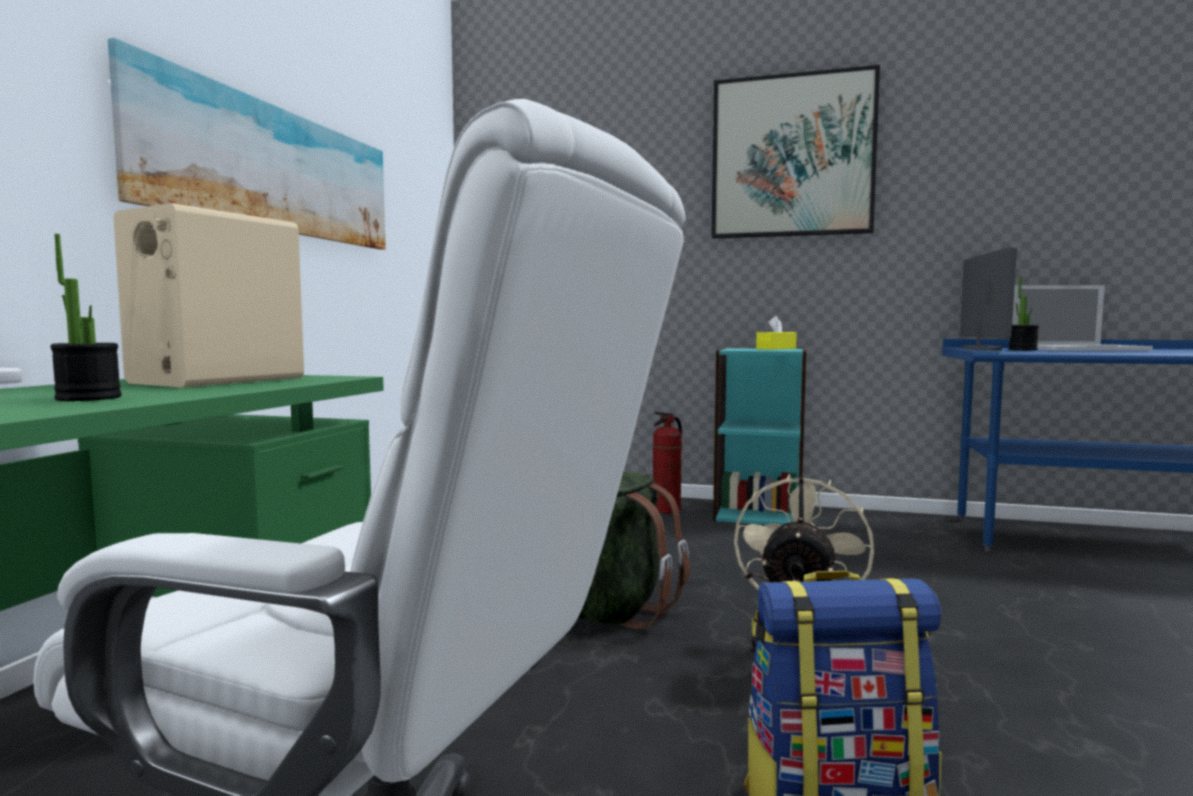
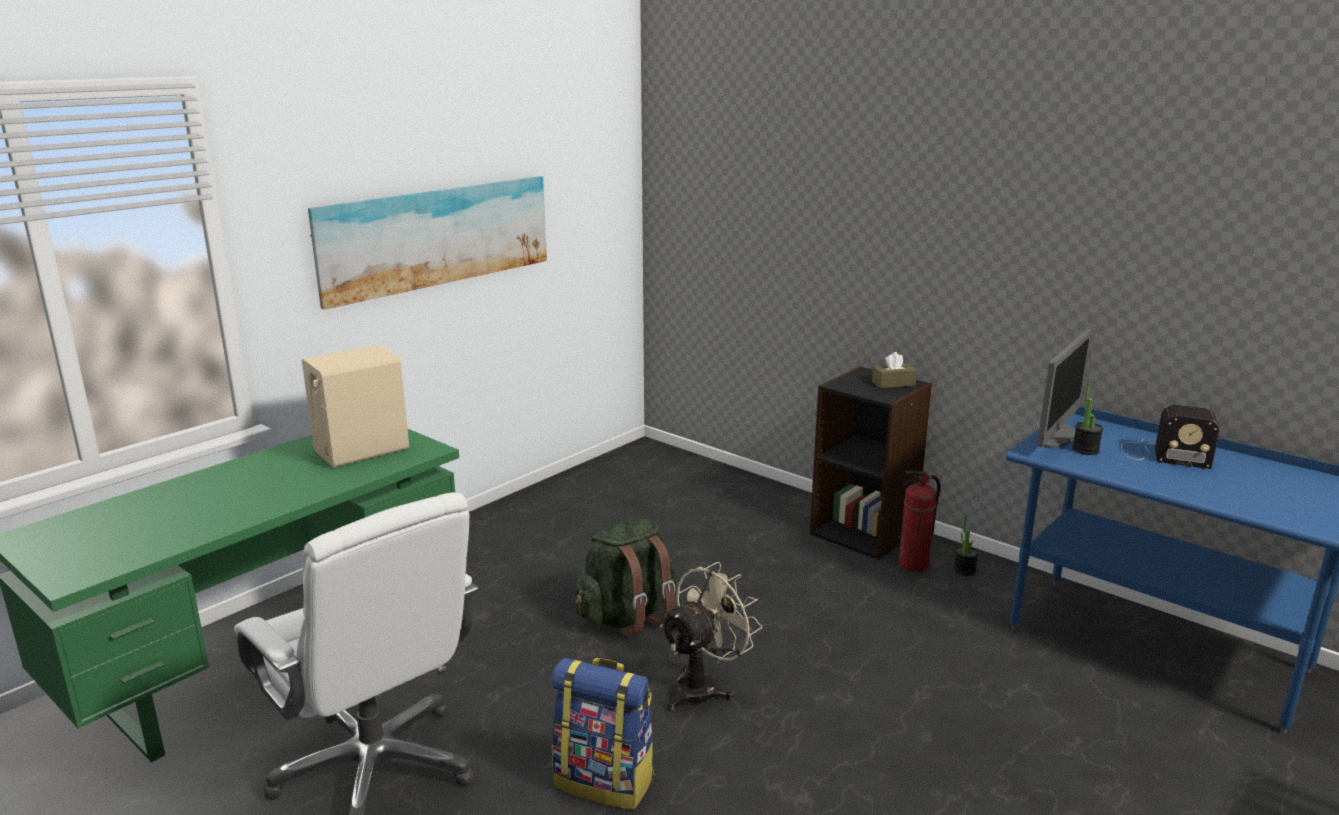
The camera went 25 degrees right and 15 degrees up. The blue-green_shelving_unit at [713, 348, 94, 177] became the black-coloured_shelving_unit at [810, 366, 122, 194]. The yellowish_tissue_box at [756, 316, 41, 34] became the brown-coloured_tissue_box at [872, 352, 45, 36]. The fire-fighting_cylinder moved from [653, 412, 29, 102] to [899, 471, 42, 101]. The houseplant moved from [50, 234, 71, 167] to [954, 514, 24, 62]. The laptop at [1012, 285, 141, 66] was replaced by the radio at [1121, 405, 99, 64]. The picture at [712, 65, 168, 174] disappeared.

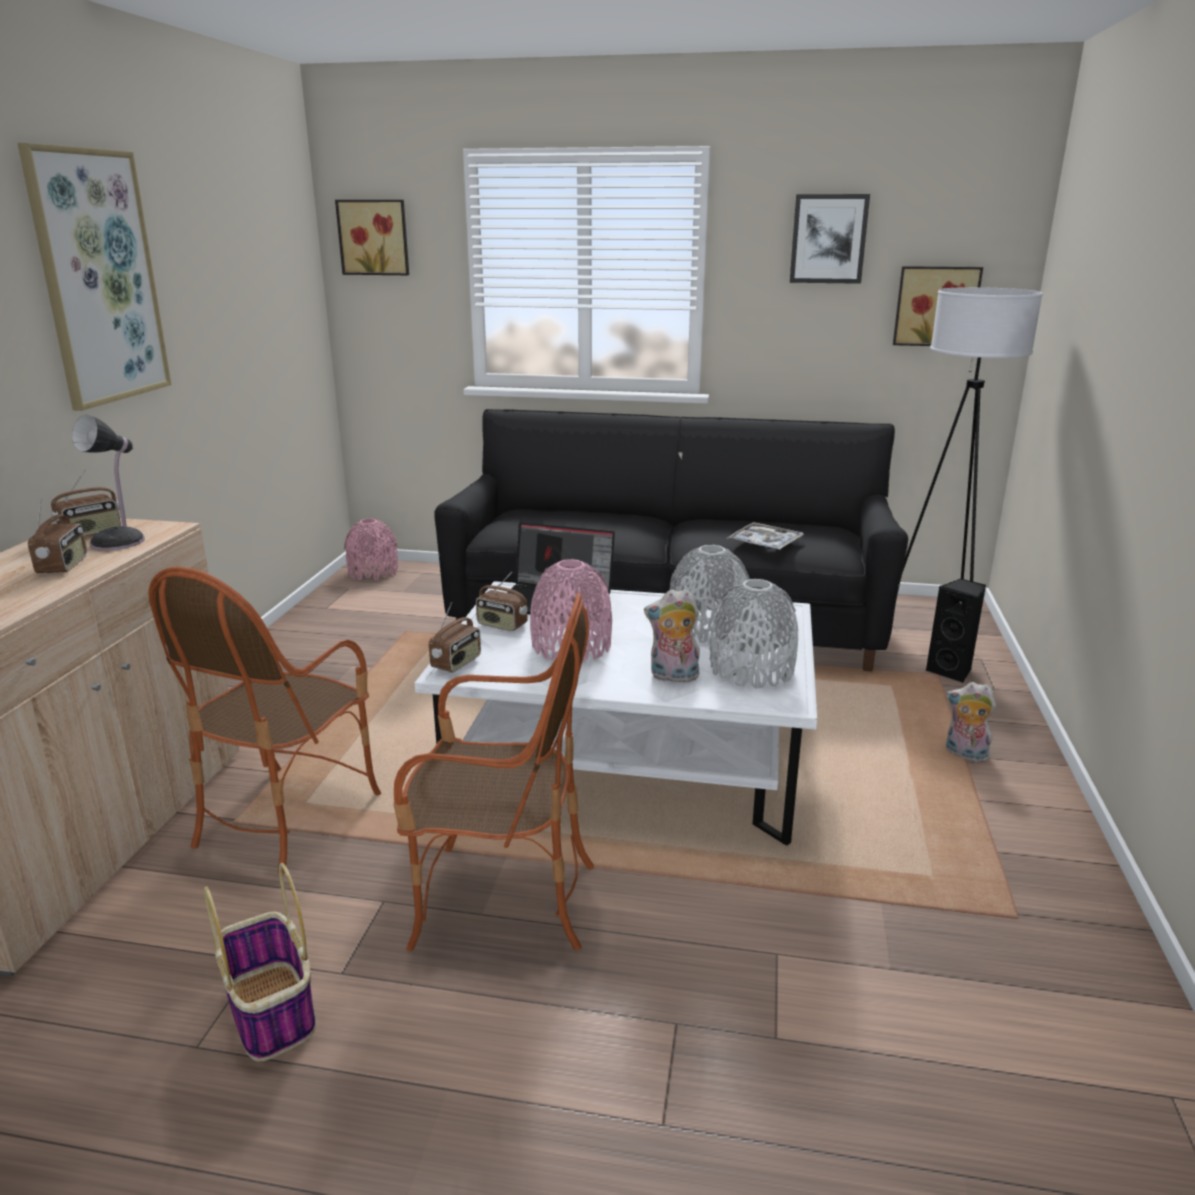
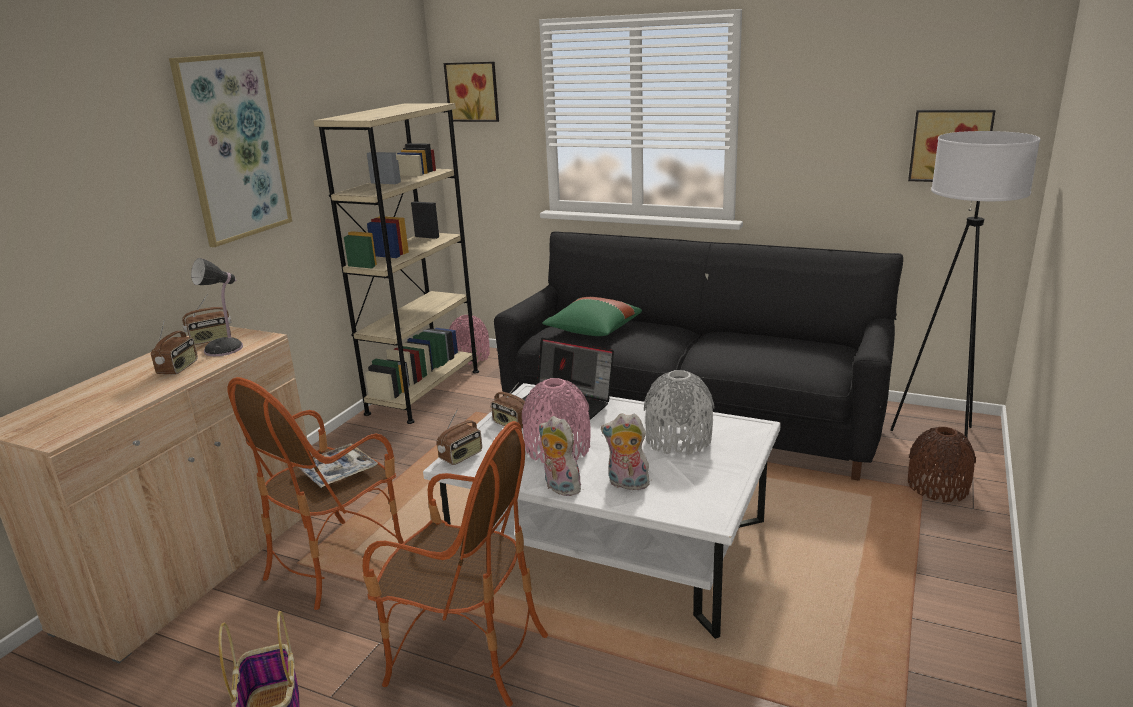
The camera went 15 degrees right and 0 degrees up. The tray moved from [728, 522, 76, 28] to [298, 443, 80, 45]. The beige_shelving_unit at [313, 103, 166, 321] appeared. The cuddly_toy moved from [946, 682, 50, 80] to [539, 416, 42, 80]. The green_cushion at [542, 297, 100, 39] appeared. The black-coloured_speaker at [925, 579, 61, 104] was replaced by the brown-coloured_flower_vase at [908, 427, 68, 75]. The grey_flower_vase at [709, 579, 89, 110] disappeared. The picture at [790, 194, 80, 90] disappeared.

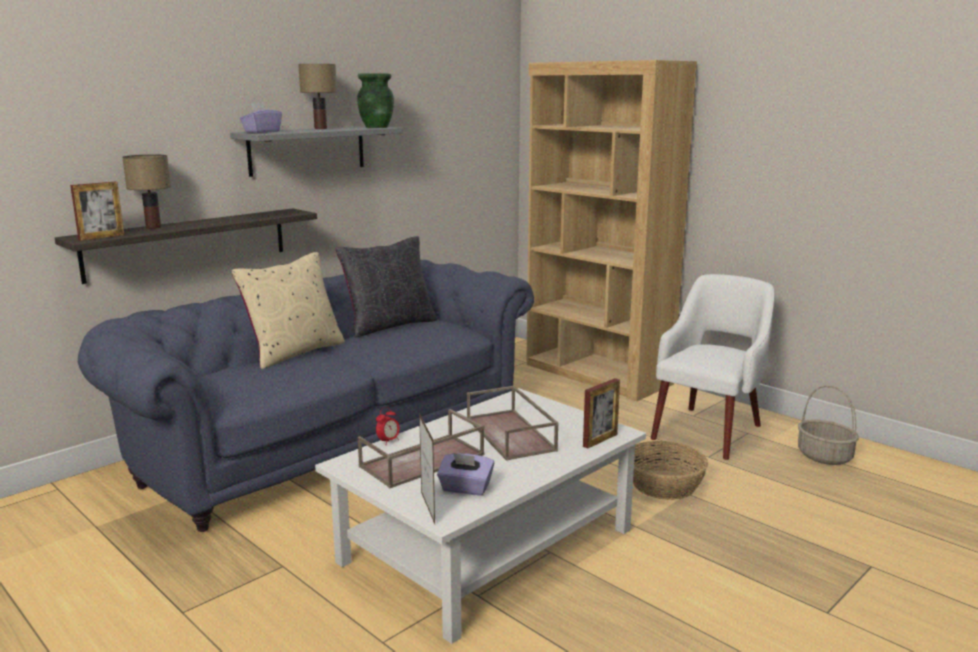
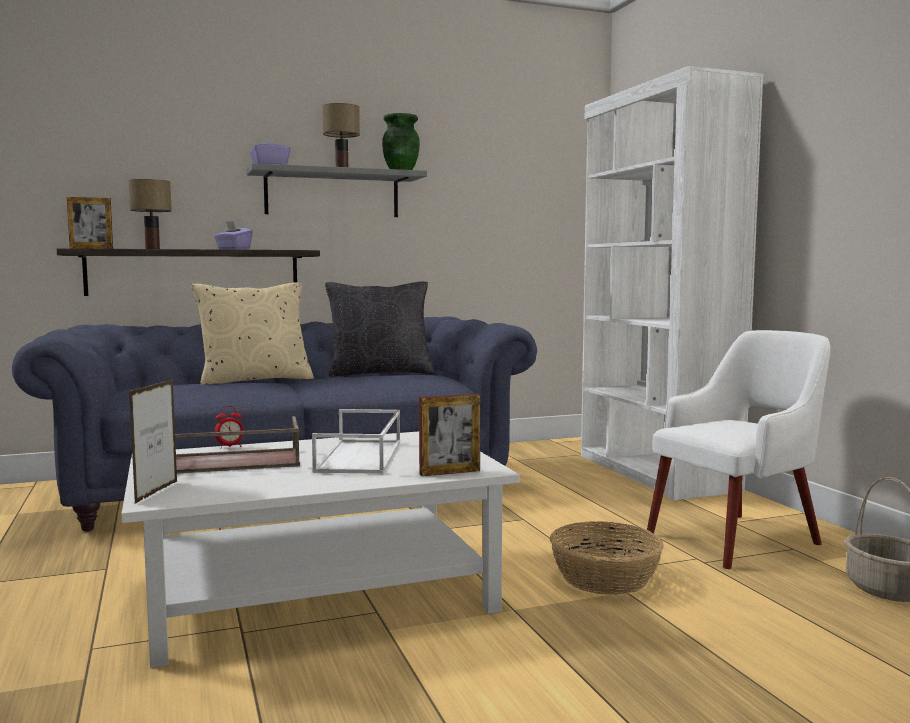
The camera went 25 degrees right and 10 degrees down. The purple_tissue_box moved from [437, 453, 57, 43] to [214, 221, 39, 29]. The brown-coloured_tray at [467, 386, 92, 75] became the white-coloured_tray at [312, 409, 88, 65]. The brown-coloured_shelving_unit at [526, 60, 171, 341] became the white-coloured_shelving_unit at [581, 66, 182, 434].

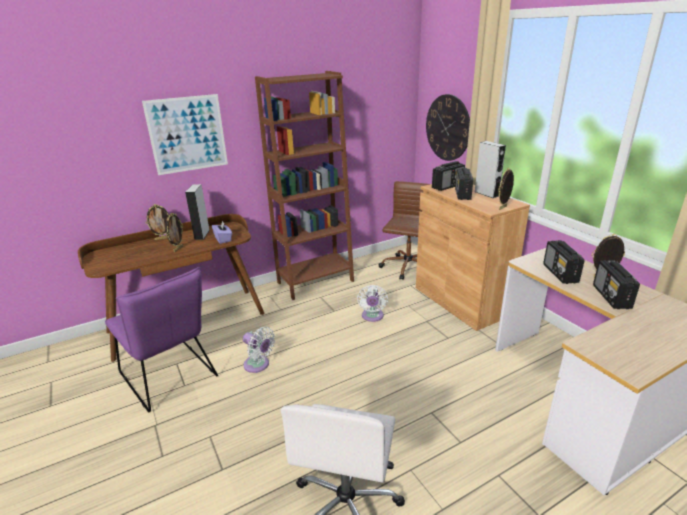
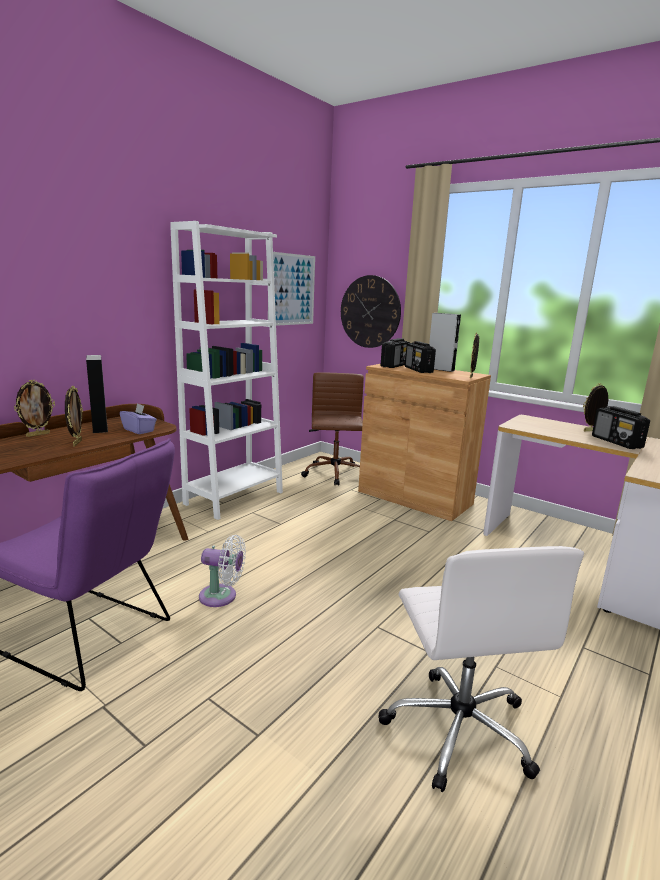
The camera went 25 degrees left and 10 degrees down. The brown-coloured_shelving_unit at [255, 71, 99, 229] became the white-coloured_shelving_unit at [170, 221, 113, 299]. The picture moved from [142, 94, 86, 81] to [268, 252, 47, 74]. The white-coloured_cooling_fan at [357, 285, 31, 37] disappeared. The radio at [543, 240, 42, 44] disappeared.

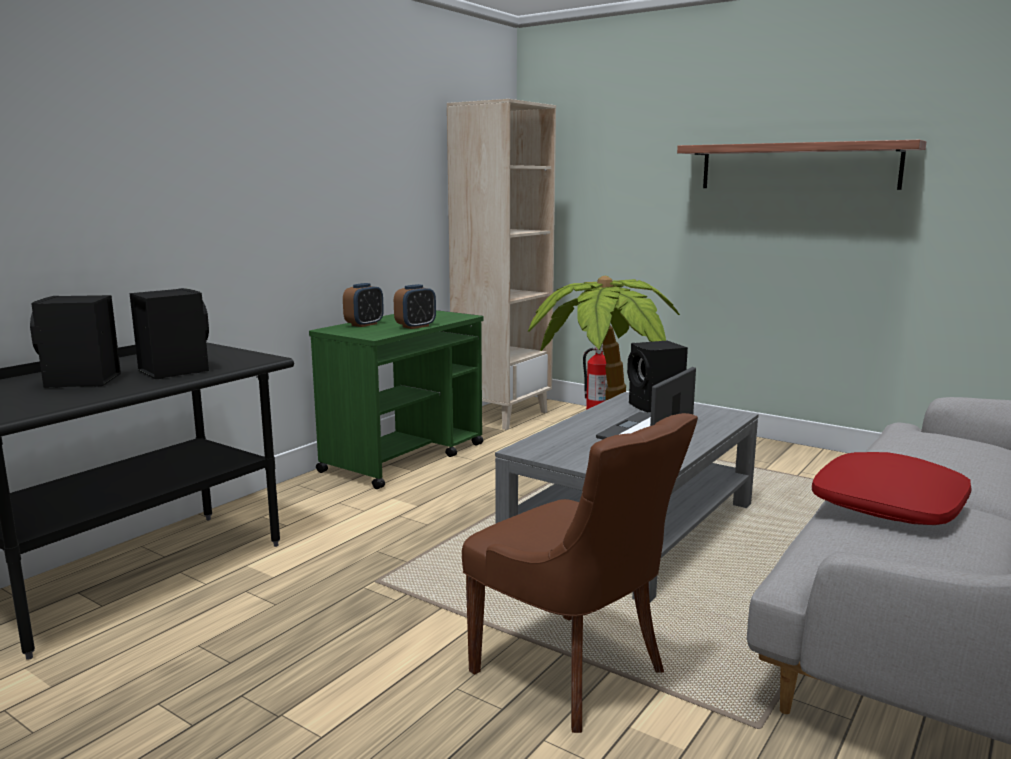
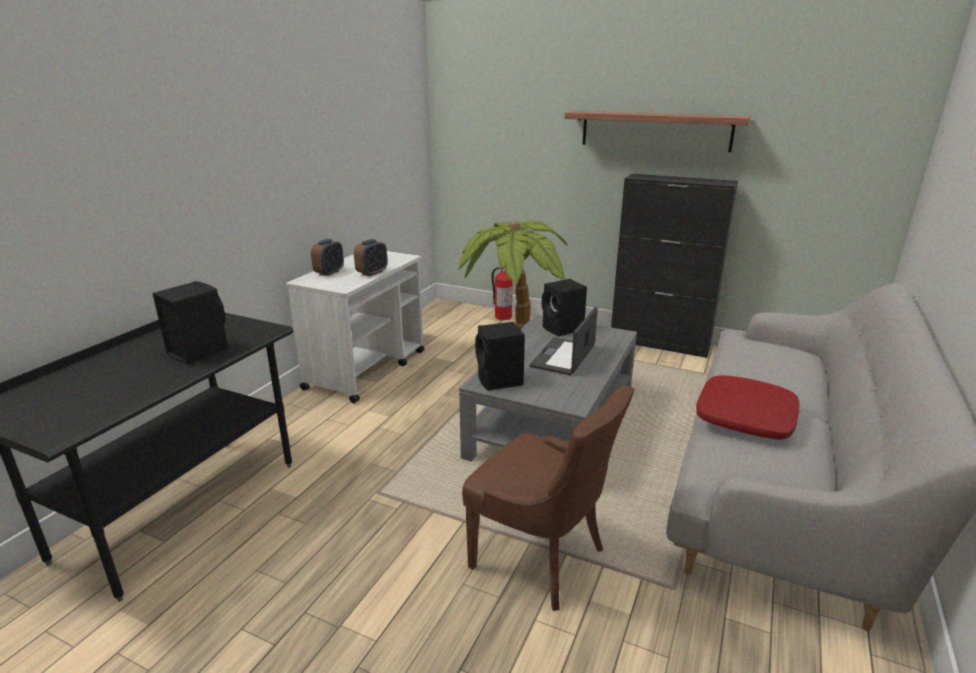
The camera went 10 degrees left and 10 degrees up. The green_trolley at [309, 310, 175, 179] became the white-coloured_trolley at [286, 251, 139, 152]. The black-coloured_speaker moved from [30, 295, 91, 93] to [475, 322, 50, 69]. The black-coloured_cupboard at [611, 174, 127, 184] appeared. The beige_shelving_unit at [447, 99, 109, 331] disappeared.

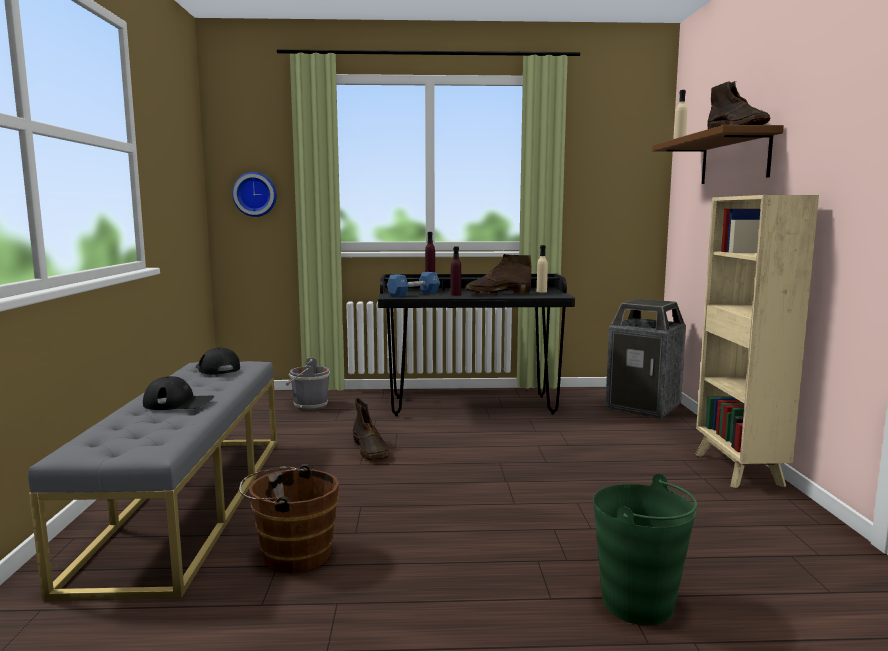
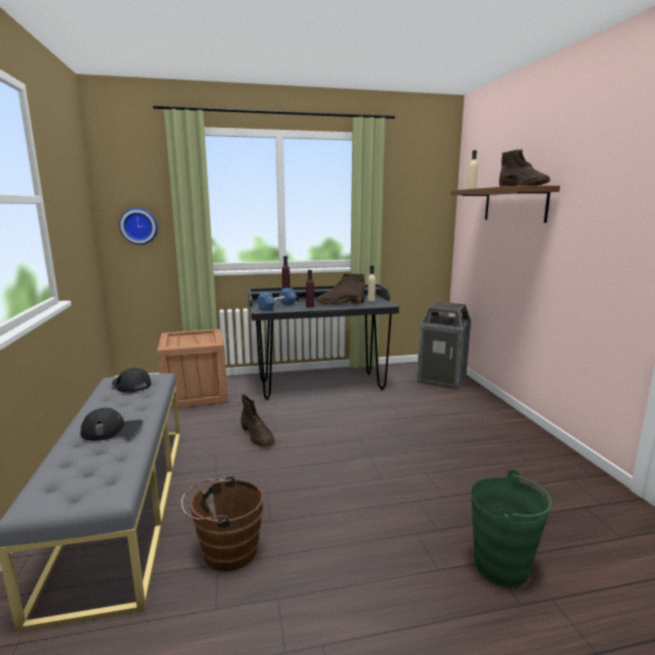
The camera went 10 degrees left and 5 degrees up. The grey_pail at [286, 357, 44, 53] was replaced by the packing_crate at [157, 329, 71, 80]. The beige_shelving_unit at [695, 195, 124, 293] disappeared.

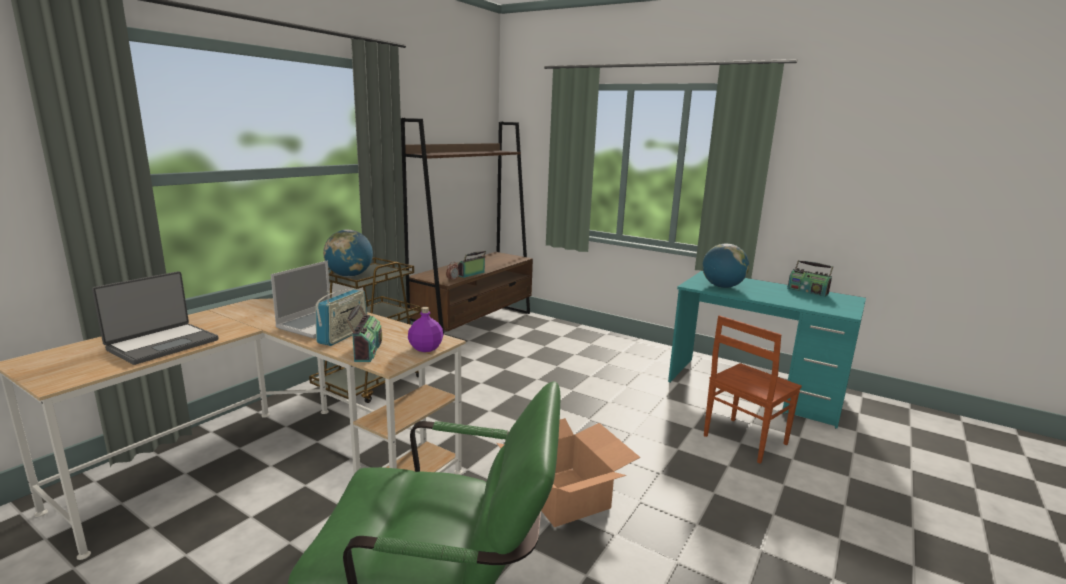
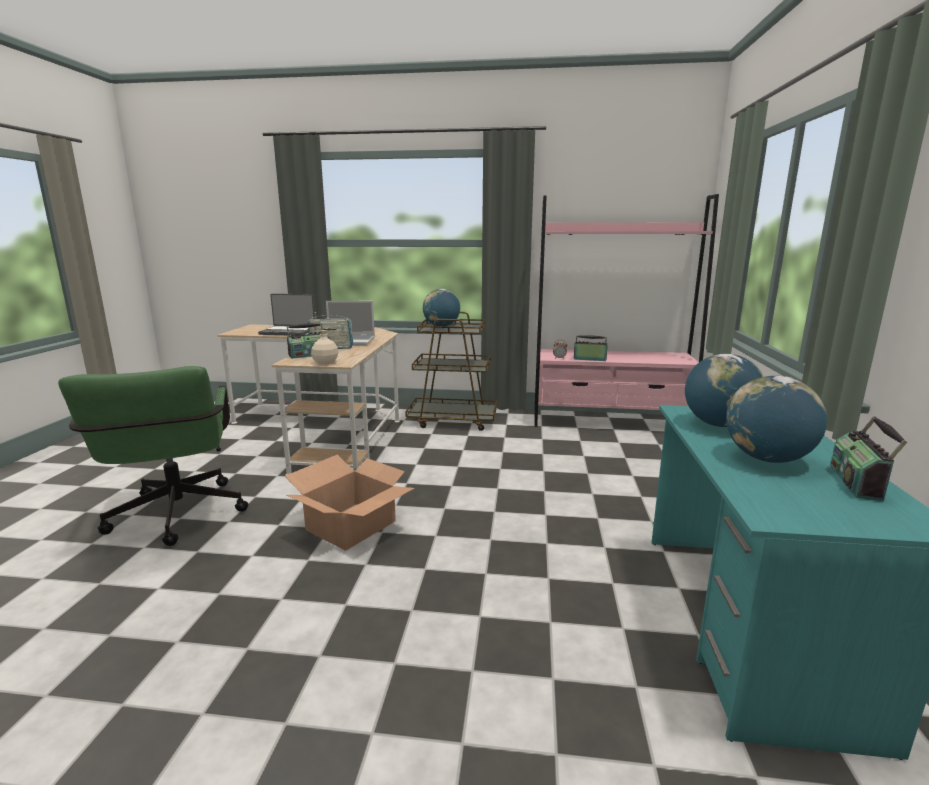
The camera went 65 degrees right and 0 degrees up. The purple_drink_bottle at [408, 307, 35, 45] became the beige_drink_bottle at [311, 330, 27, 35]. The brown-coloured_shelving_unit at [401, 118, 132, 216] became the pink_shelving_unit at [534, 194, 185, 233]. The desk_globe at [726, 376, 101, 87] appeared. The brown-coloured_plain_chair at [704, 315, 98, 149] disappeared.

